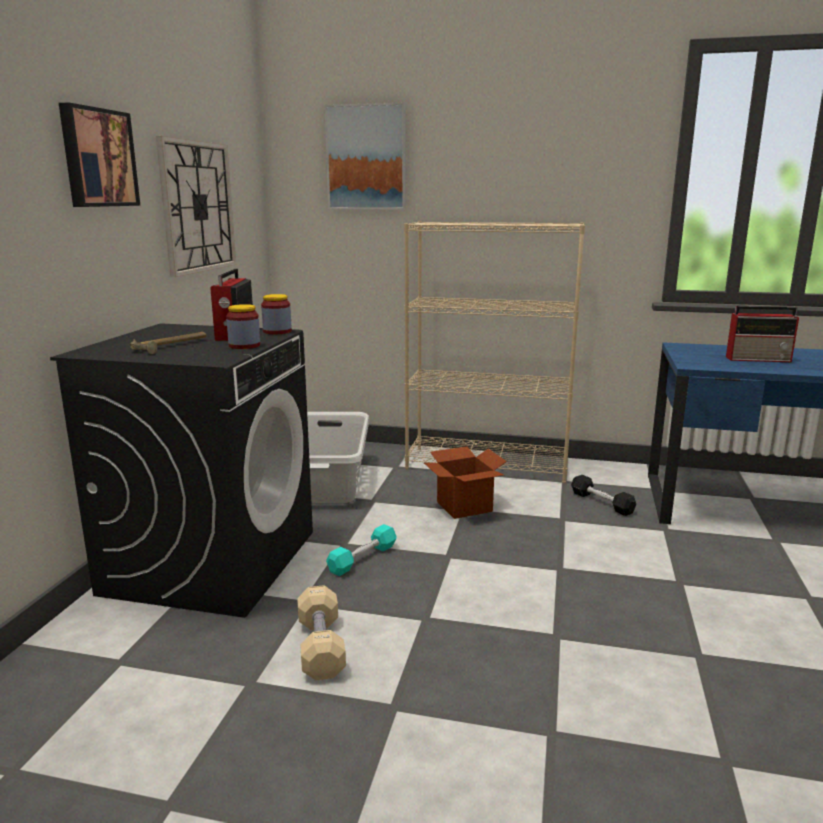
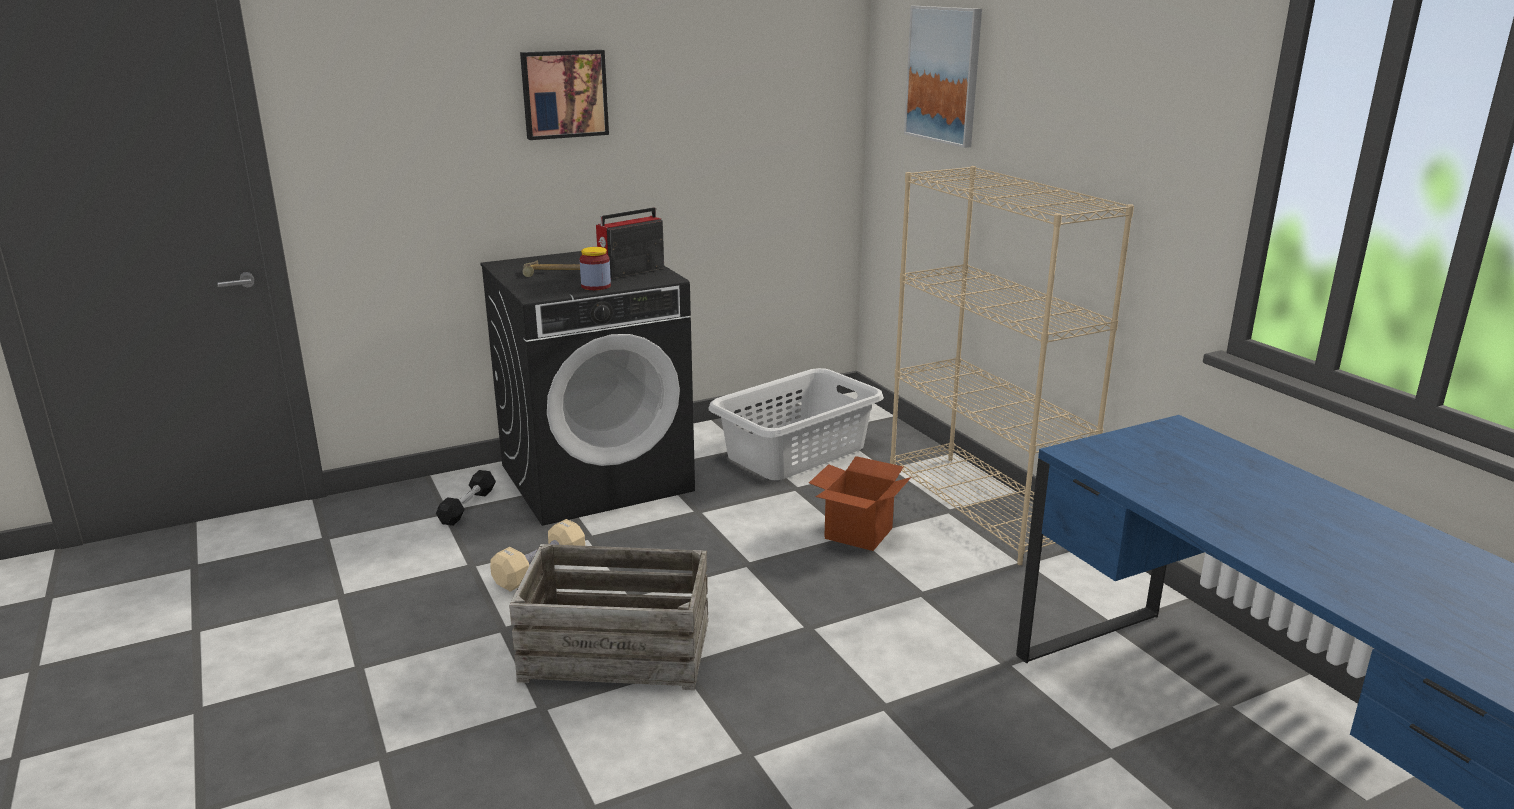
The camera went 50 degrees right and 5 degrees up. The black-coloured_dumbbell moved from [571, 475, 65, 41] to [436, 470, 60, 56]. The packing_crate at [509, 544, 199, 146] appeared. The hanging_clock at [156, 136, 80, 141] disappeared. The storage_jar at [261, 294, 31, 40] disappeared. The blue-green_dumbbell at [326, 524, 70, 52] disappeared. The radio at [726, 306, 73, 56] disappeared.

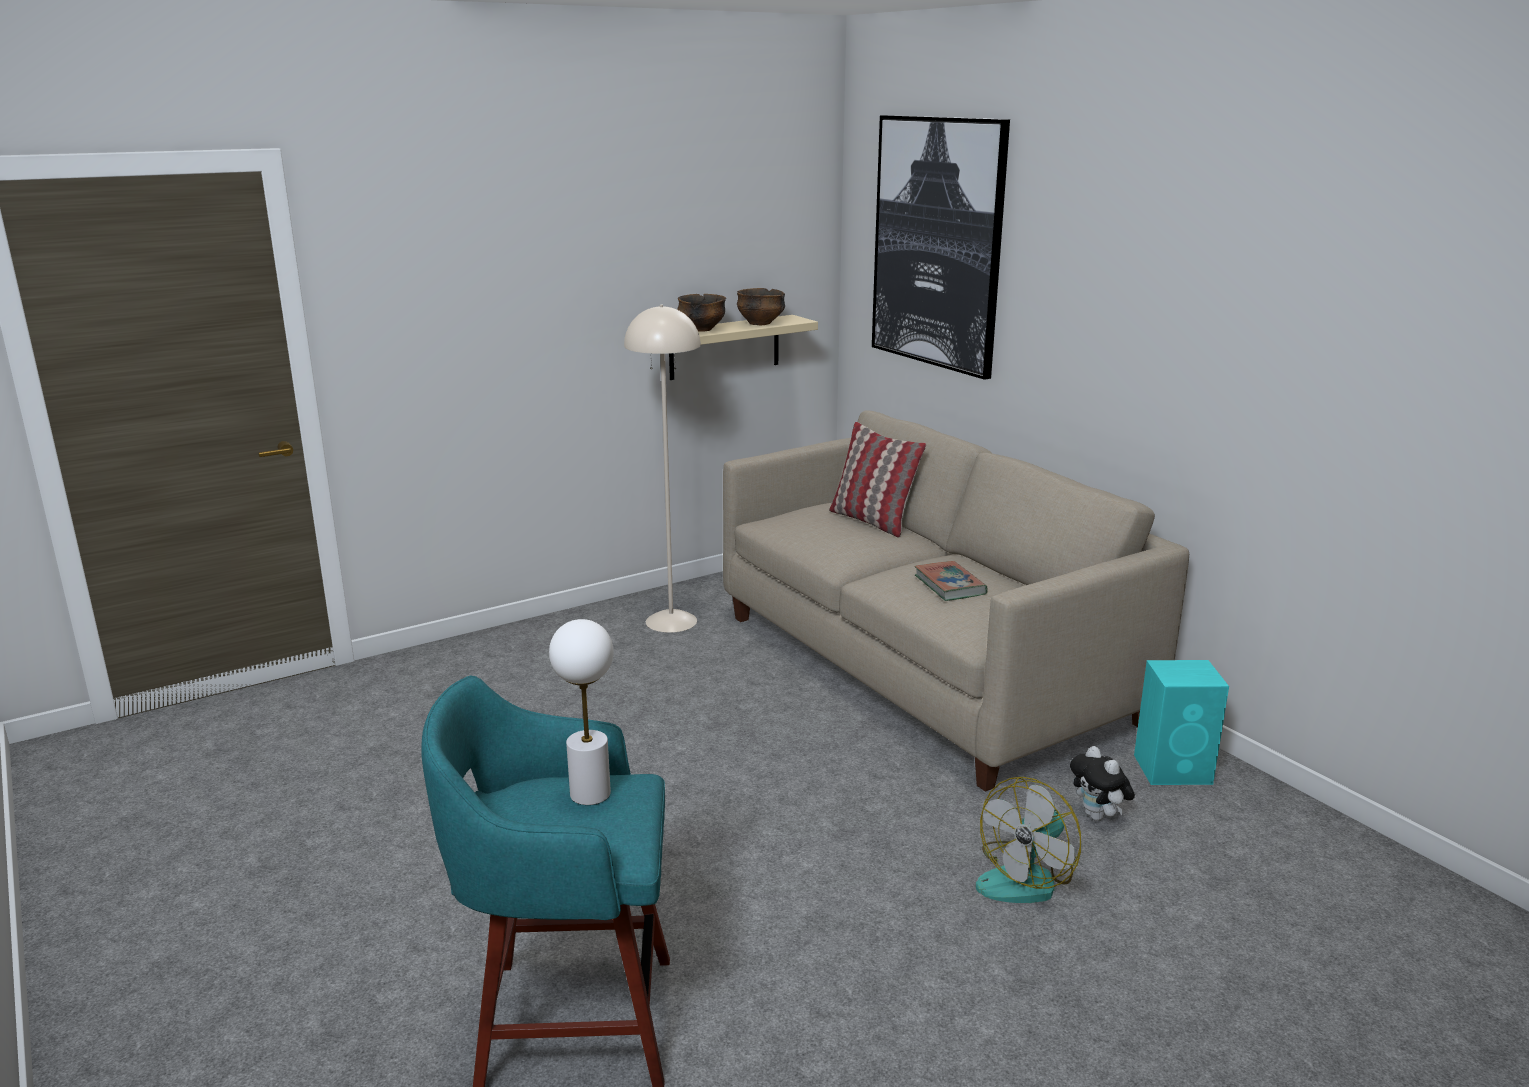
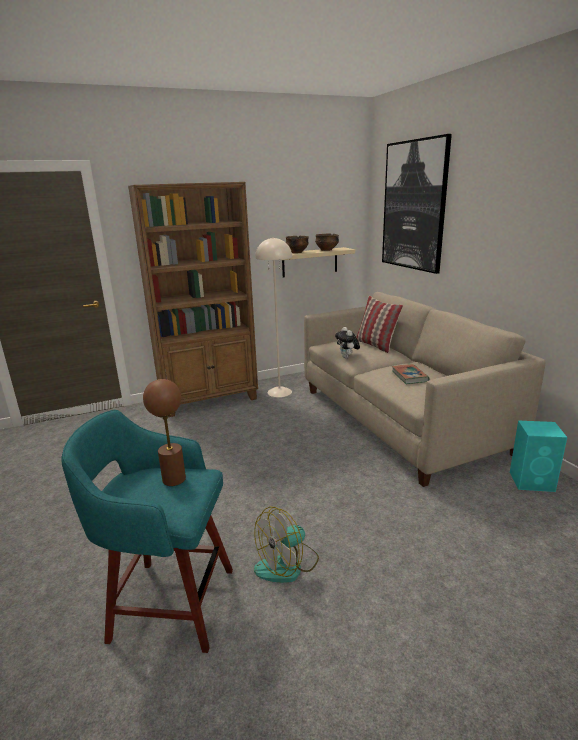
The camera went 10 degrees right and 0 degrees up. The brown-coloured_shelving_unit at [128, 182, 130, 235] appeared. The white-coloured_tabletop_lamp at [549, 619, 65, 186] became the brown-coloured_tabletop_lamp at [143, 379, 43, 107]. The cooling_fan moved from [976, 777, 105, 126] to [254, 507, 65, 76]. The cuddly_toy moved from [1070, 746, 65, 75] to [335, 327, 25, 31].

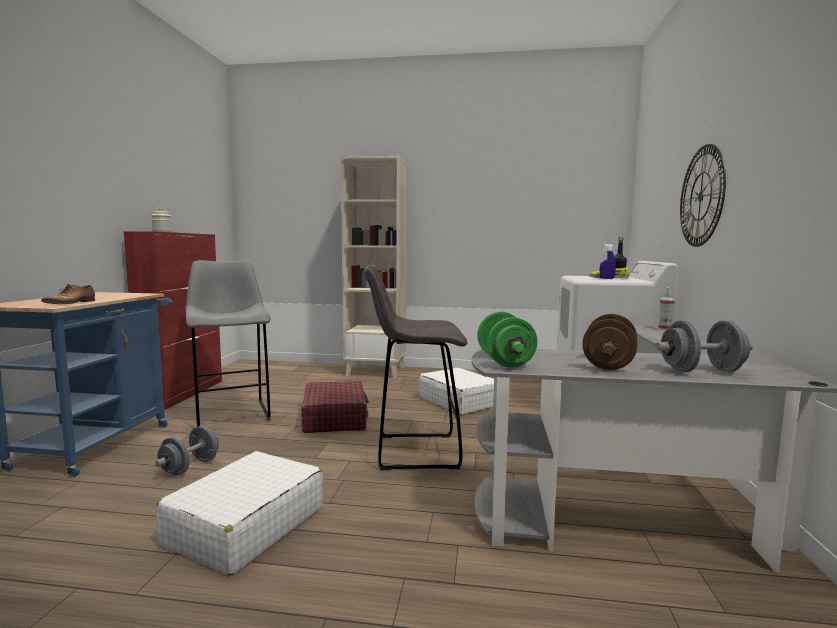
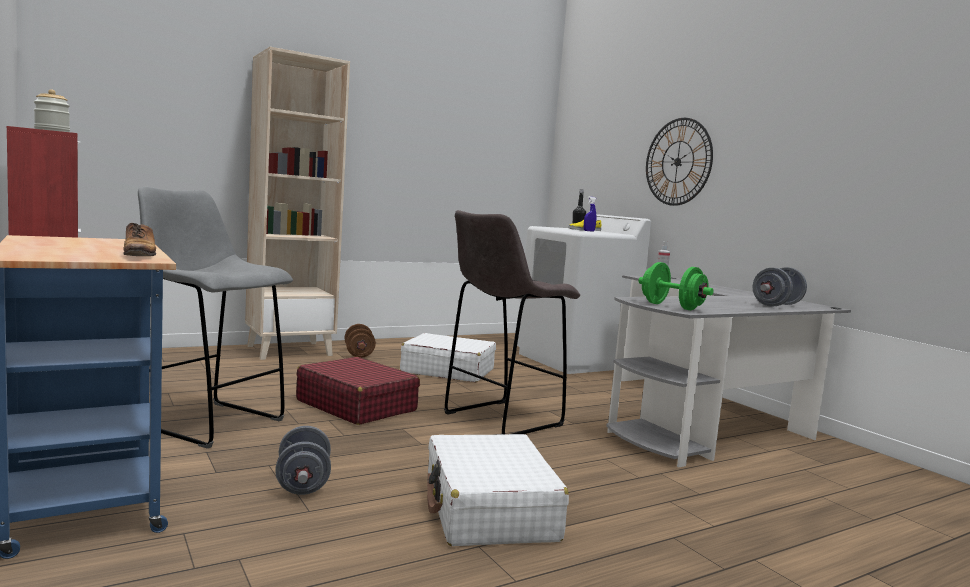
The camera went 40 degrees left and 0 degrees up. The brown-coloured_dumbbell moved from [582, 314, 55, 56] to [345, 324, 31, 34].

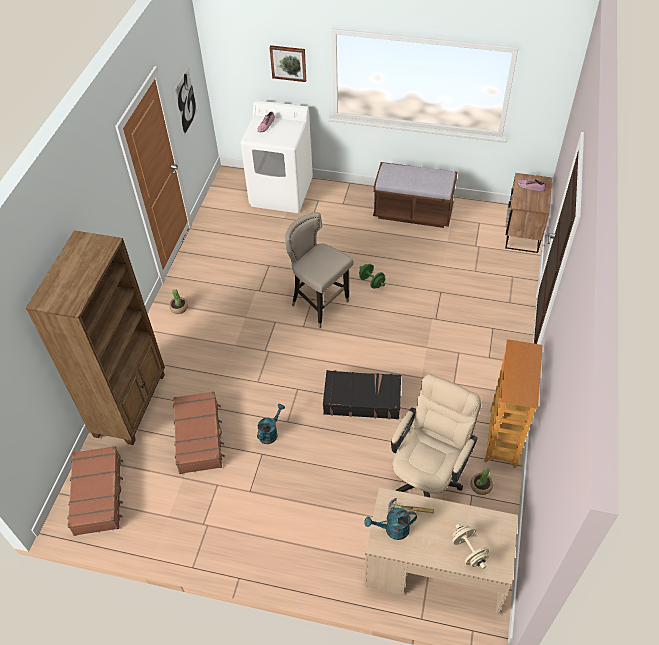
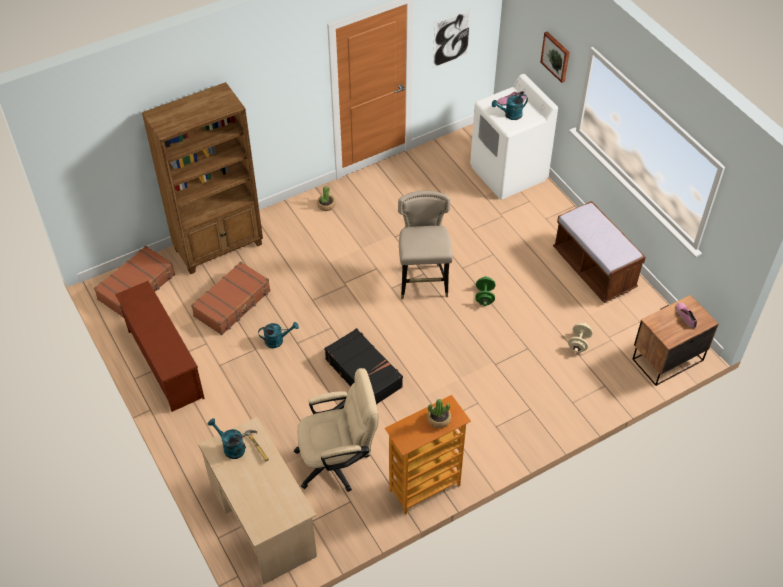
The camera went 45 degrees right and 0 degrees up. The brown-coloured_shoe_shelf at [115, 281, 90, 131] appeared. The houseplant moved from [471, 468, 22, 27] to [427, 399, 24, 29]. The blue-green_watering_pot at [492, 94, 36, 26] appeared. The beige_dumbbell moved from [452, 524, 37, 45] to [568, 323, 25, 30].

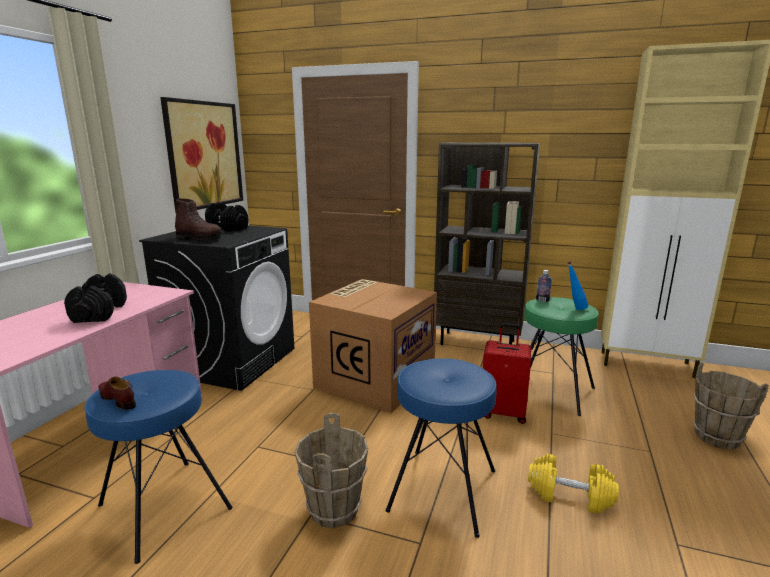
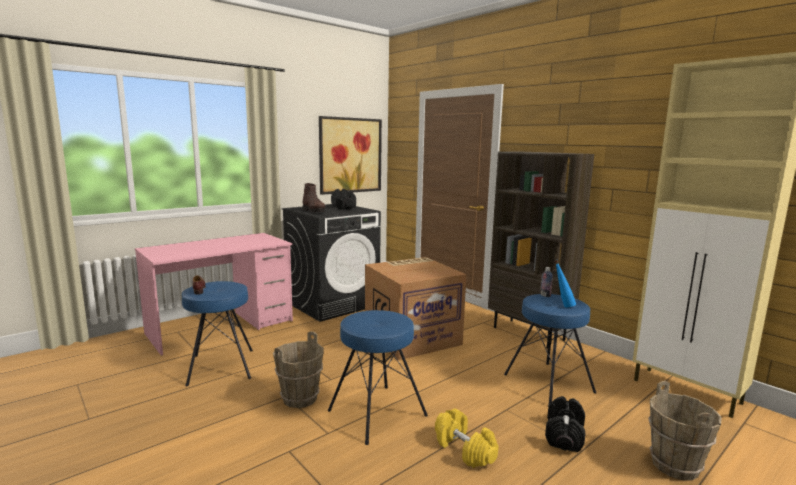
The camera went 30 degrees right and 5 degrees down. The green_stool_seat at [524, 297, 75, 119] became the bluish_stool_seat at [504, 294, 92, 112]. The black-coloured_dumbbell moved from [64, 273, 63, 50] to [545, 396, 40, 56]. The red_travel_case at [483, 323, 48, 101] disappeared.

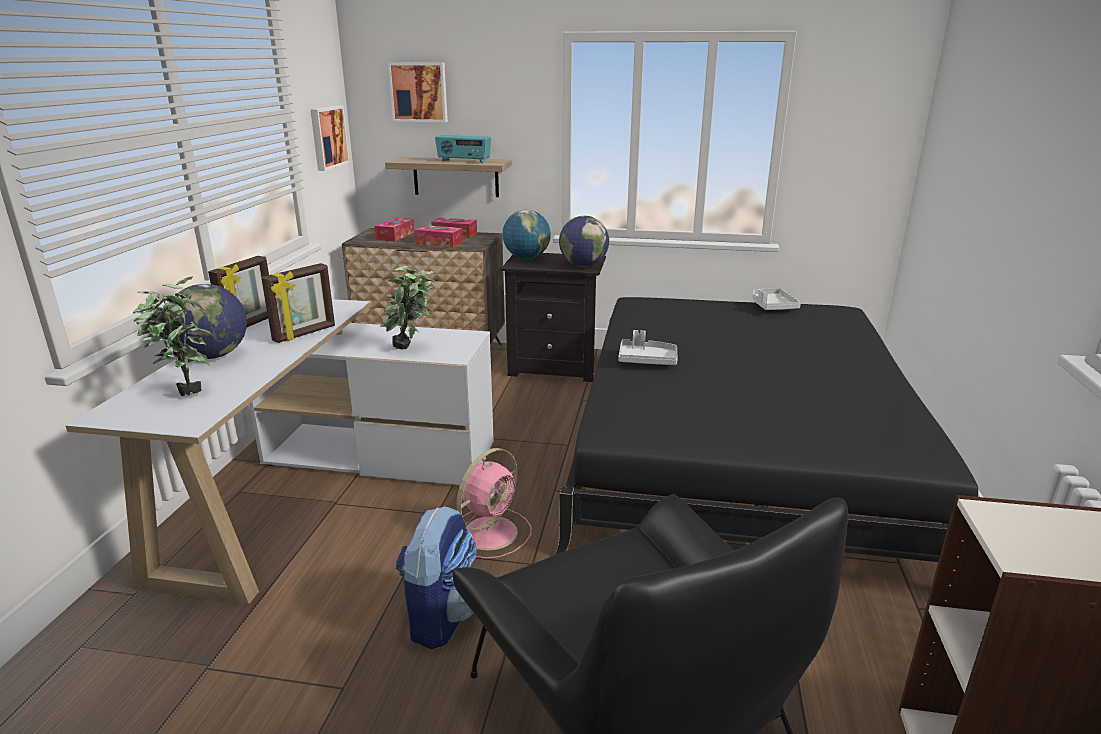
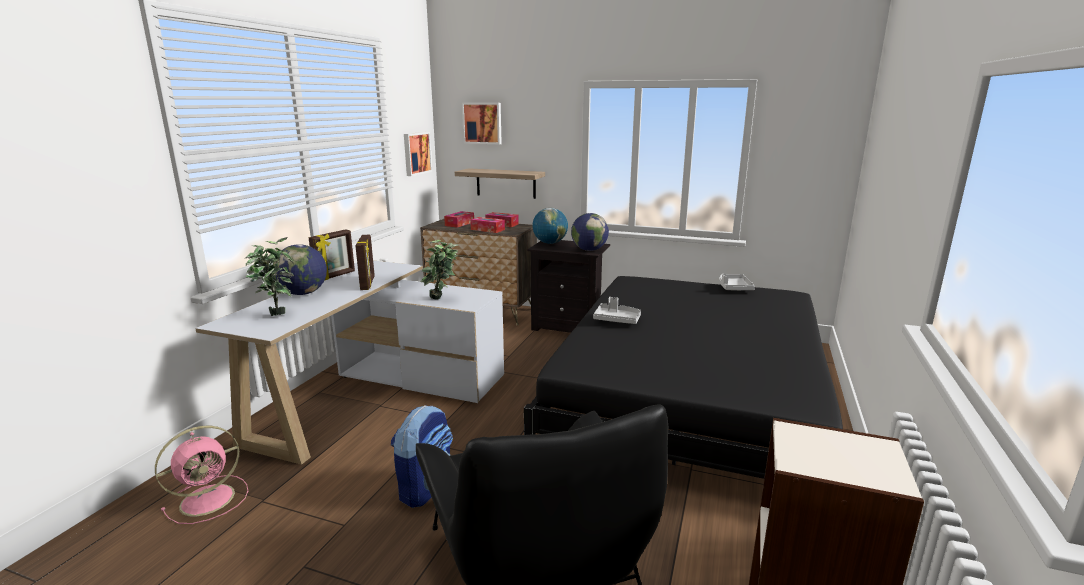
The camera went 10 degrees right and 5 degrees down. The pink_cooling_fan moved from [457, 448, 74, 111] to [155, 426, 93, 98]. The standing_frame at [261, 263, 74, 80] turned 60 degrees counterclockwise. The radio at [435, 135, 56, 28] disappeared.

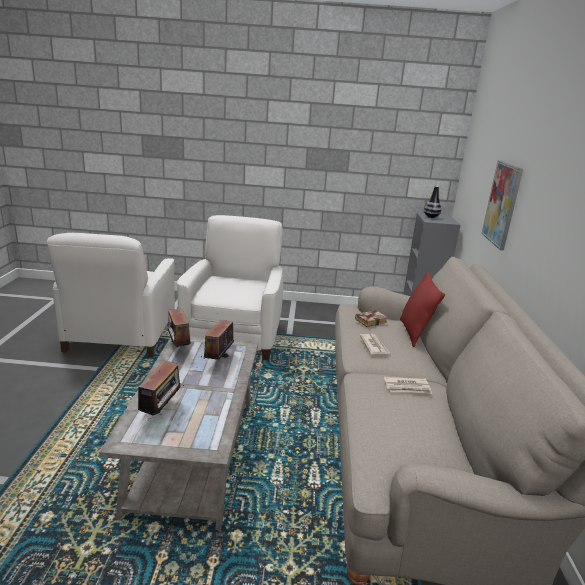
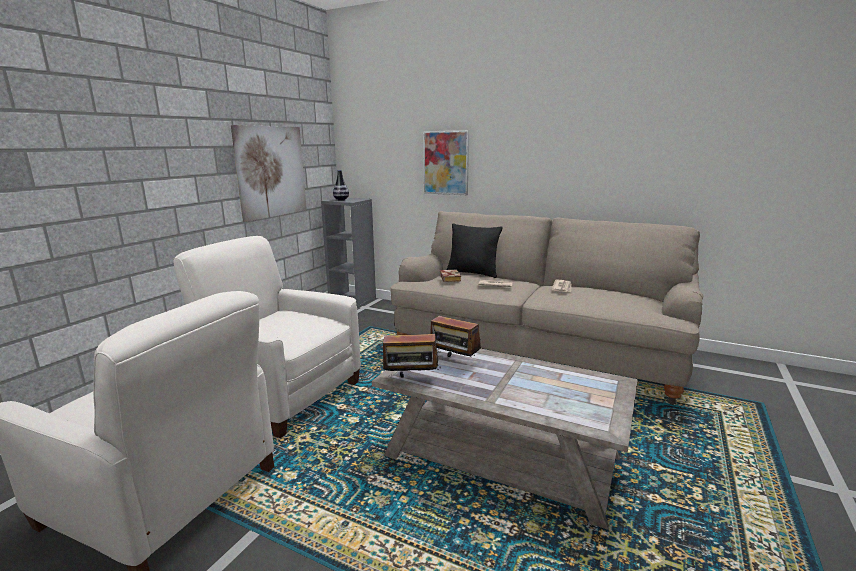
The camera went 65 degrees left and 5 degrees down. The picture at [231, 125, 76, 97] appeared. The red_cushion at [400, 271, 45, 76] became the black-coloured_cushion at [446, 224, 56, 54]. The radio at [138, 361, 46, 54] disappeared.

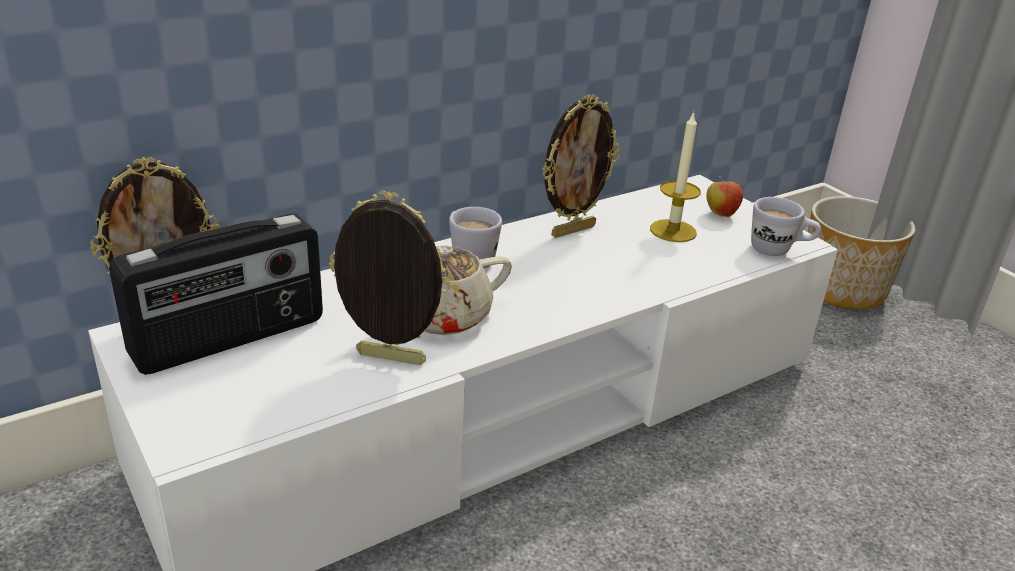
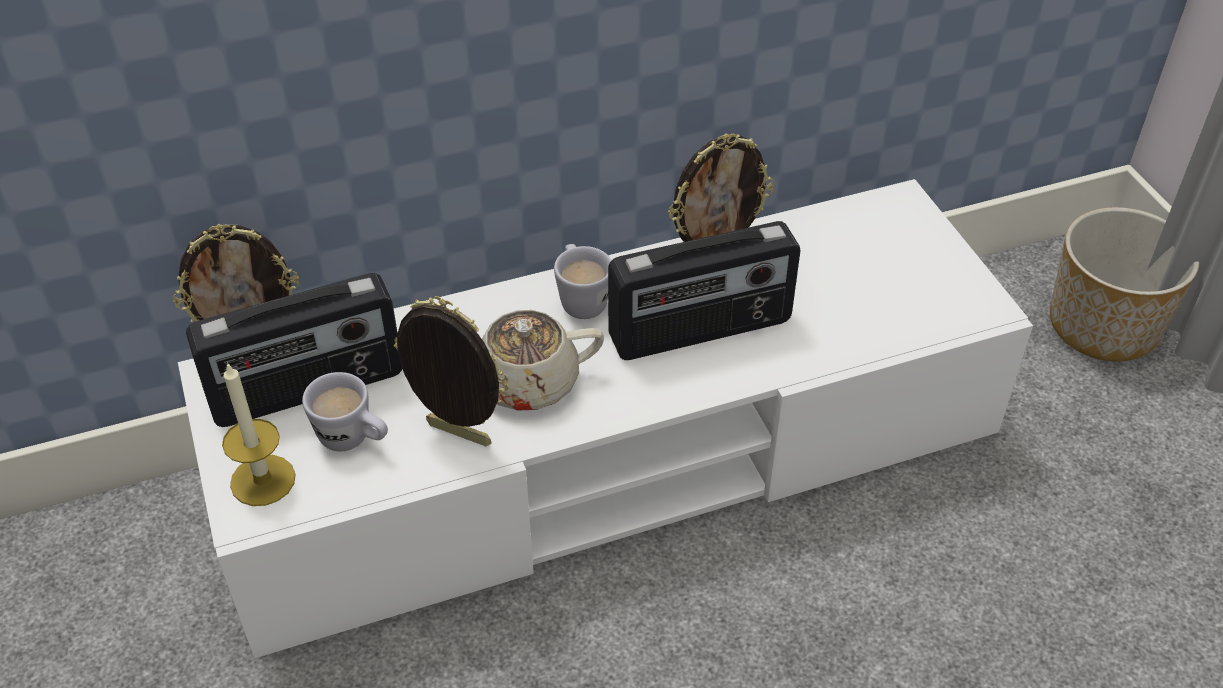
The camera went 15 degrees right and 15 degrees up. The wax_light moved from [650, 111, 51, 131] to [222, 362, 74, 144]. The white-coloured_tea_mug moved from [751, 197, 70, 59] to [302, 372, 86, 79]. The radio at [608, 221, 193, 139] appeared. The whole_apple at [706, 176, 37, 41] disappeared.

